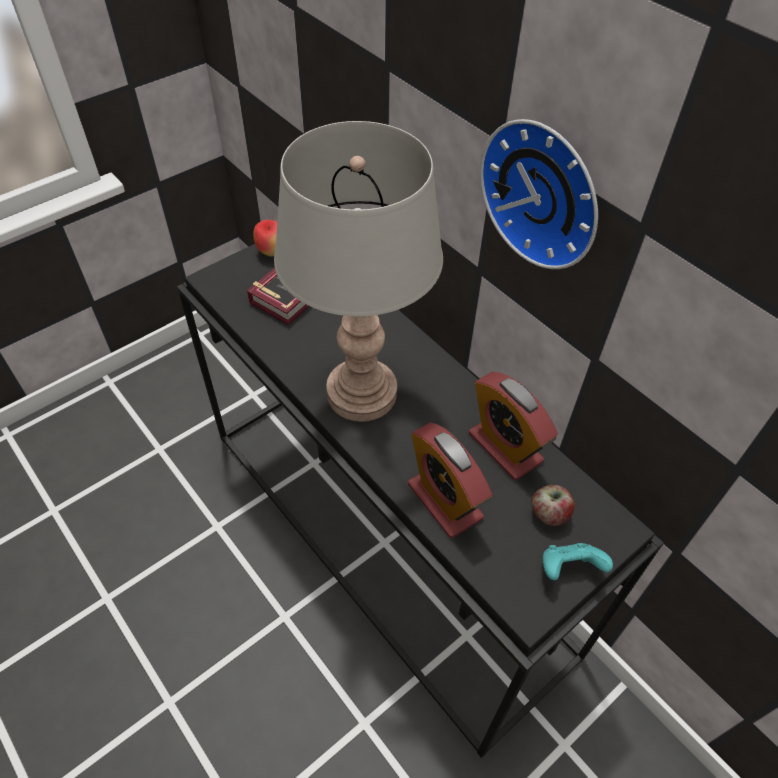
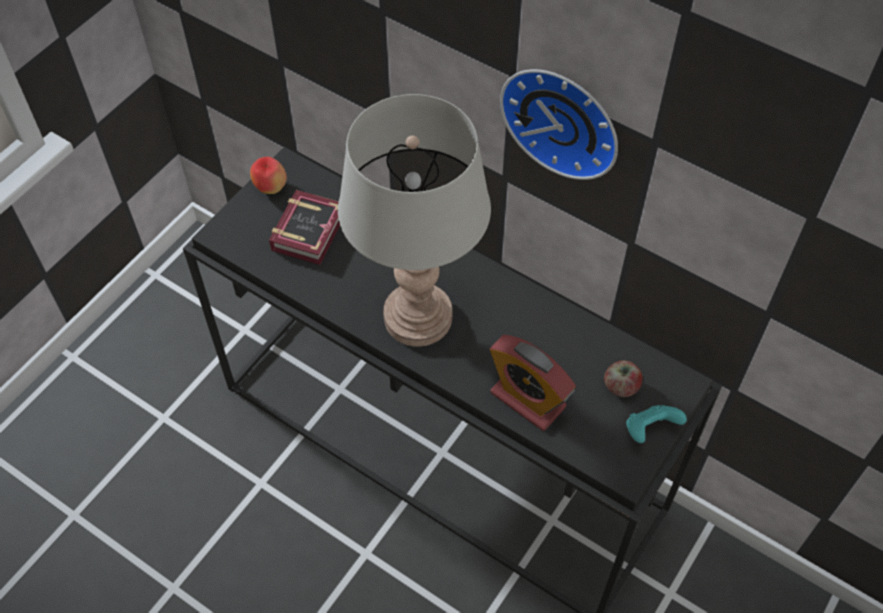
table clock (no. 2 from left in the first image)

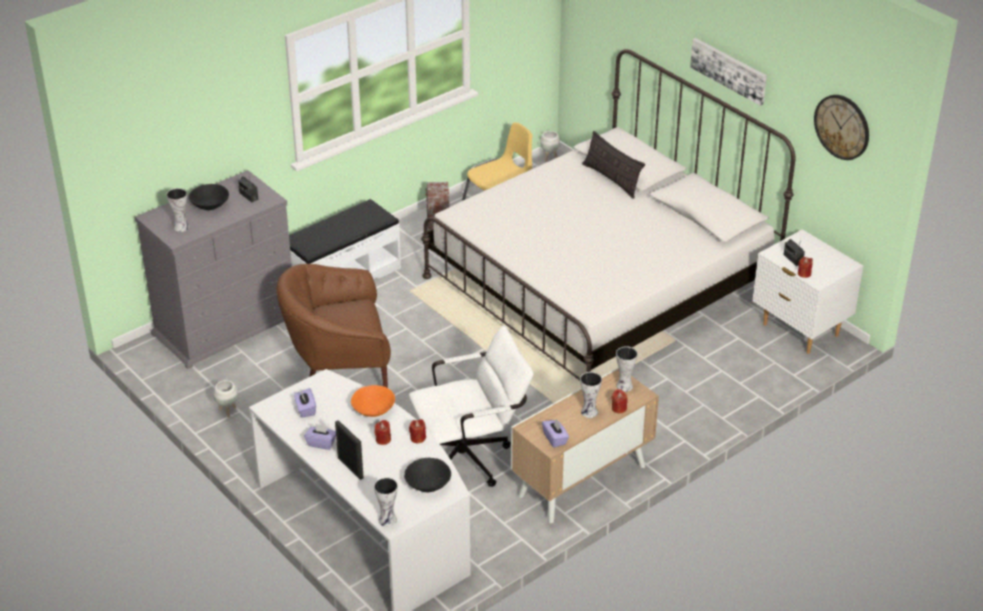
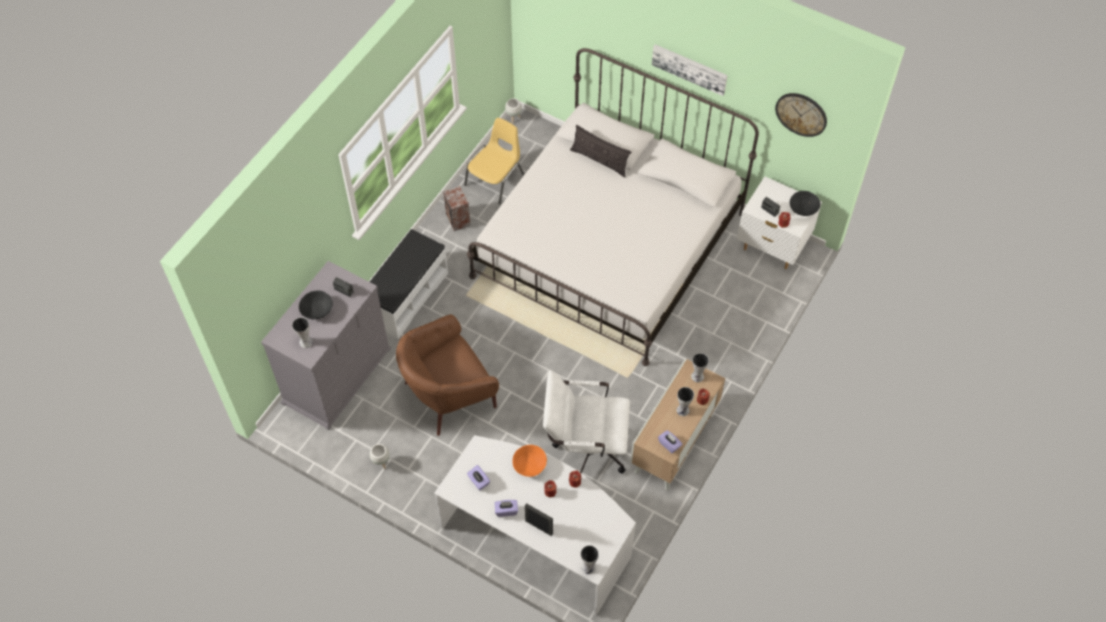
whitish desk chair; black serving bowl (no. 2 from left)

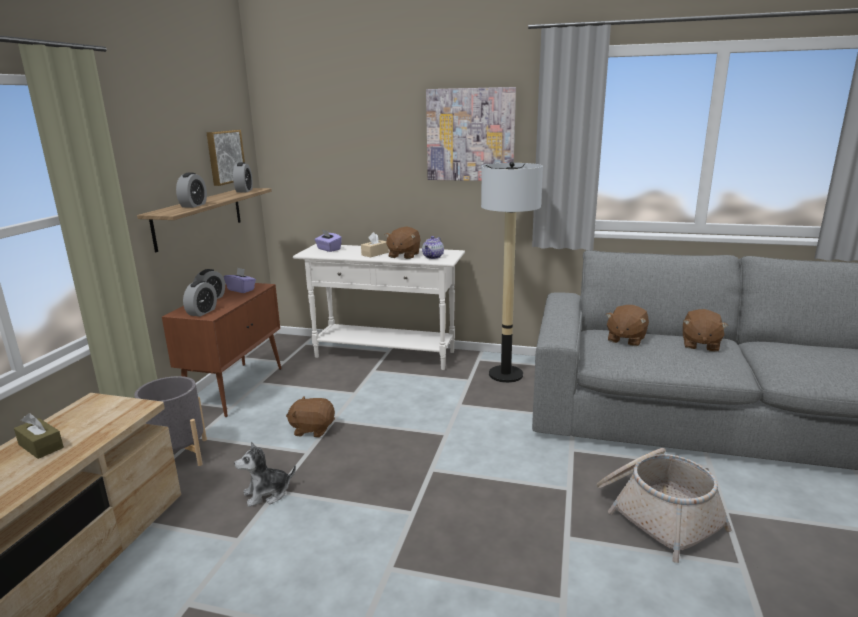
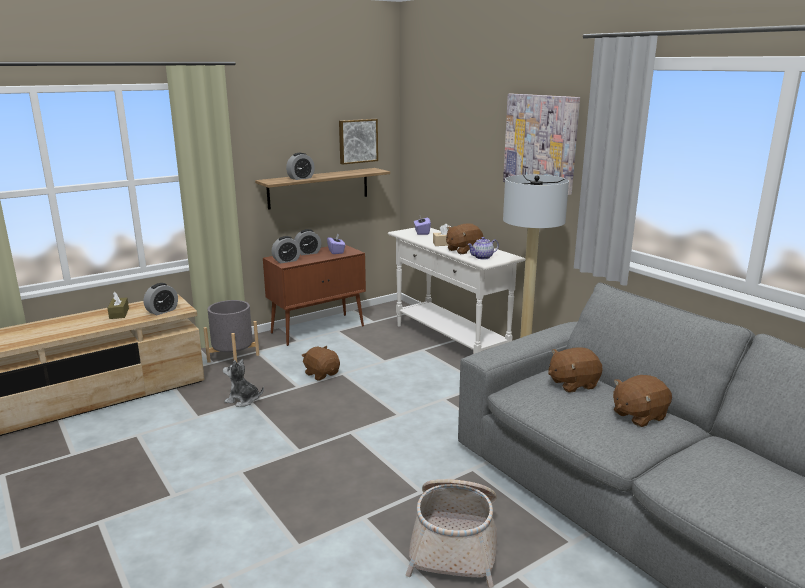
table clock (no. 1 from left)

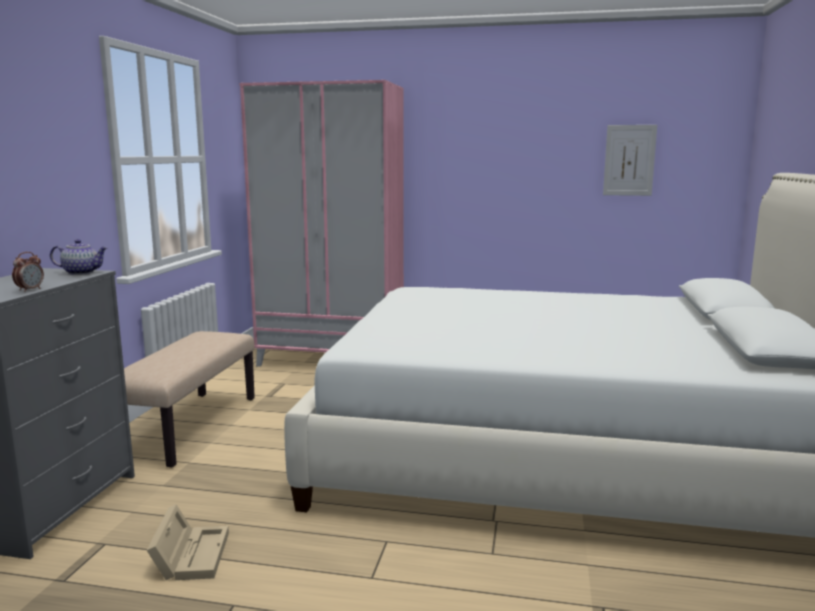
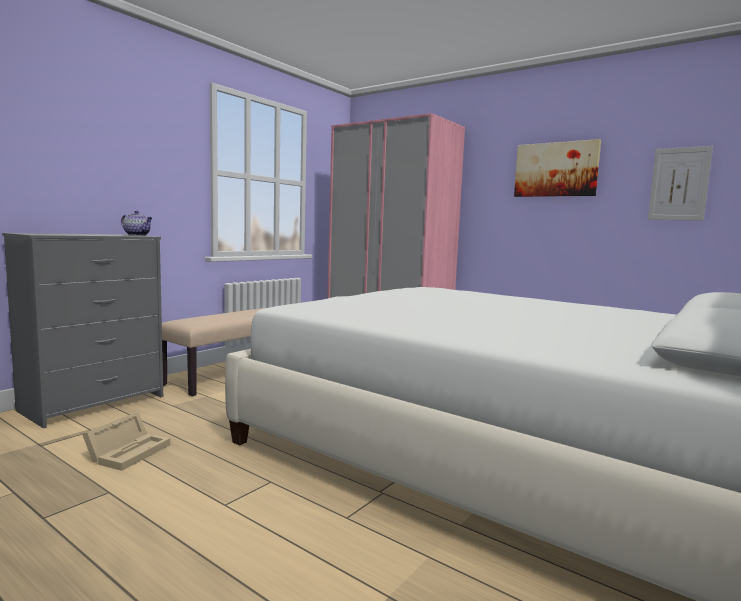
table clock; picture (no. 1 from left)

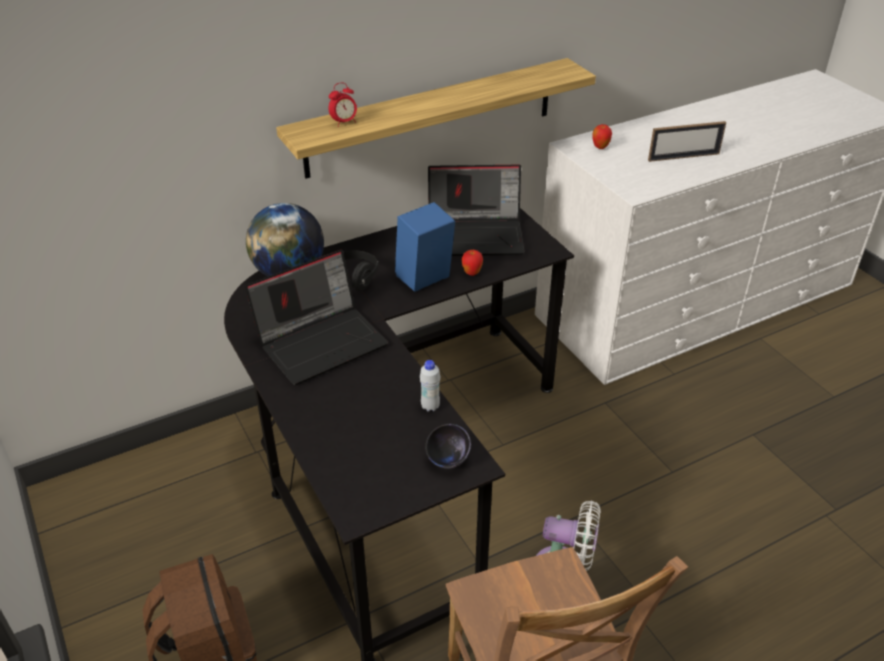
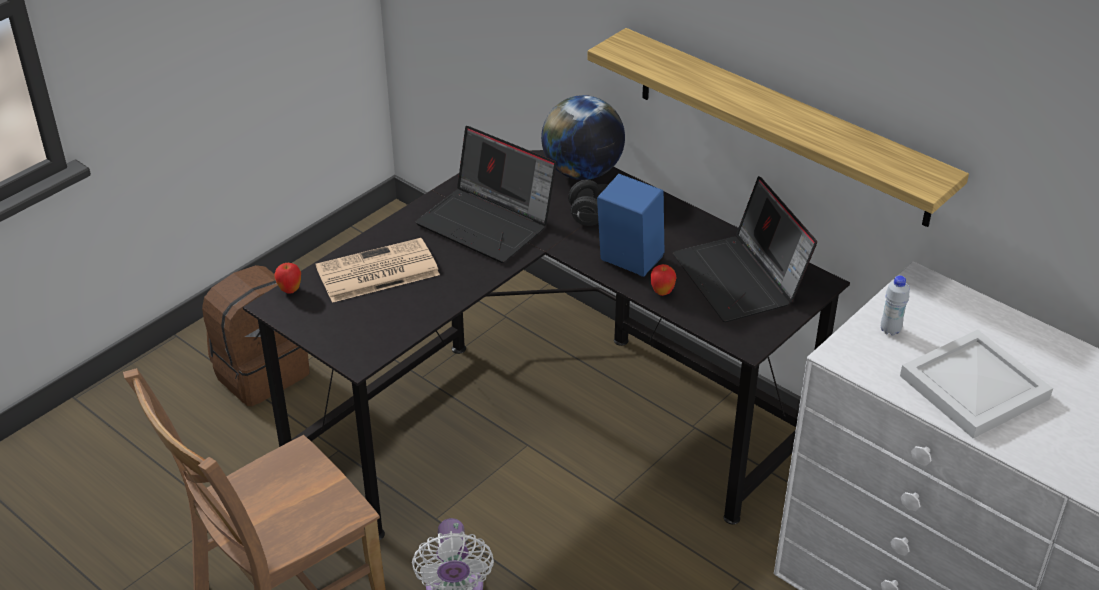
table clock; whitish serving tray; apple (no. 1 from left); whitish beverage bottle; black serving bowl; printed paper

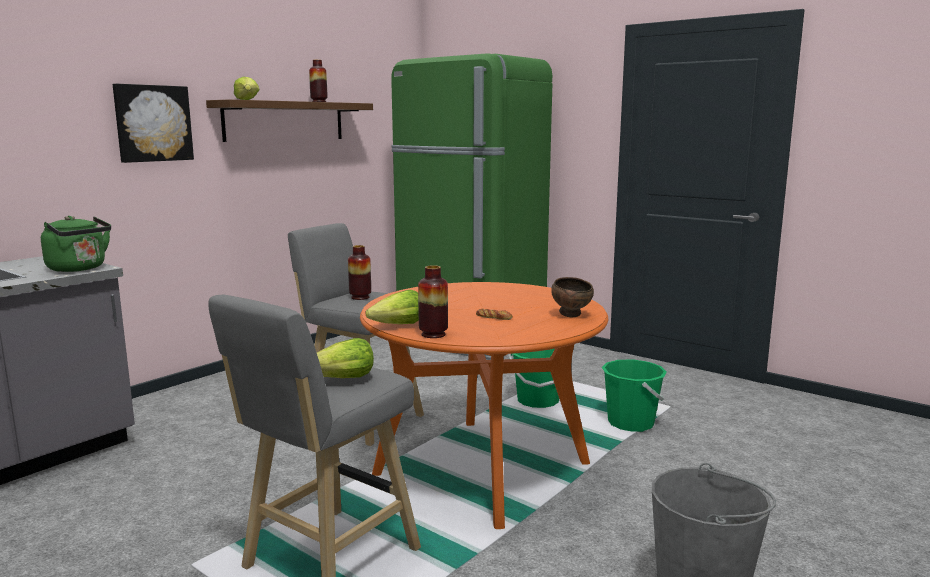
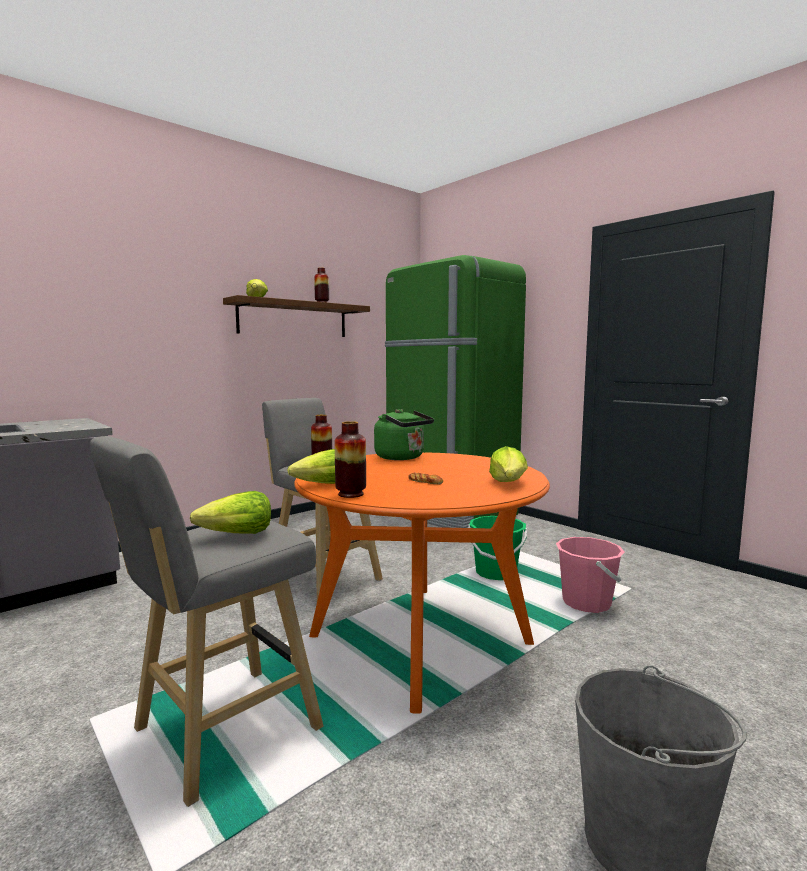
picture; green-coloured water kettle; lettuce head (no. 4 from left); pink-coloured bucket

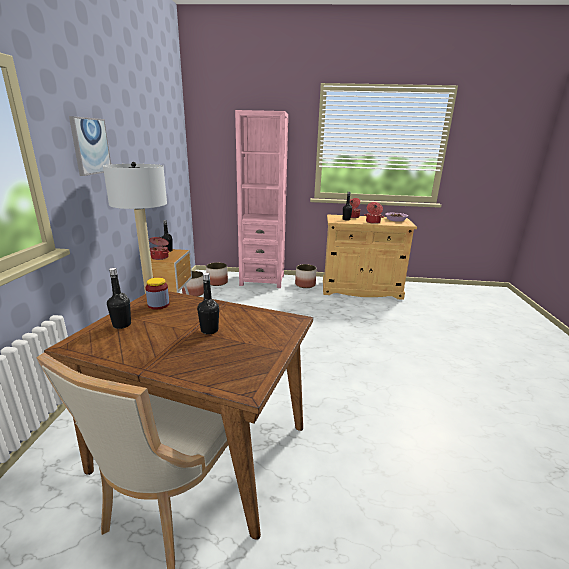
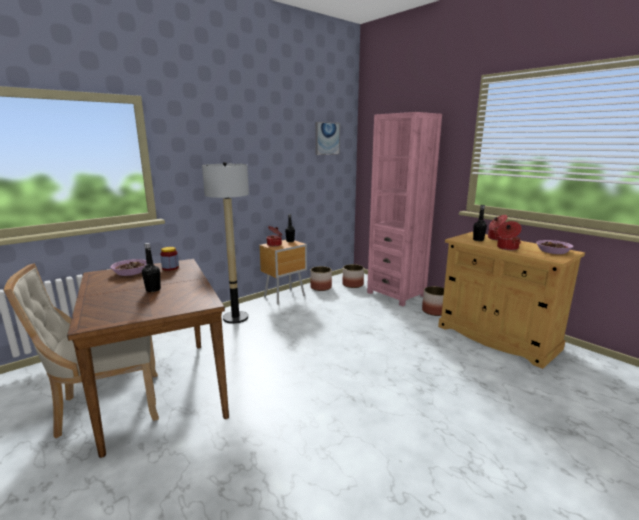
picture; serving bowl (no. 1 from left)

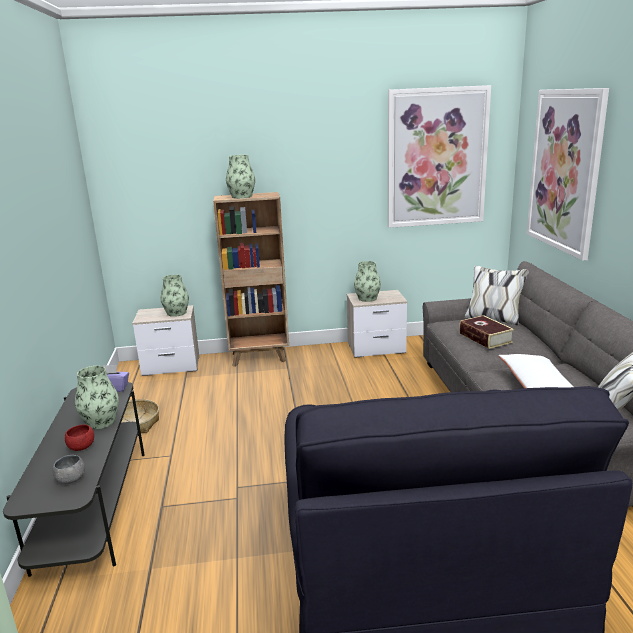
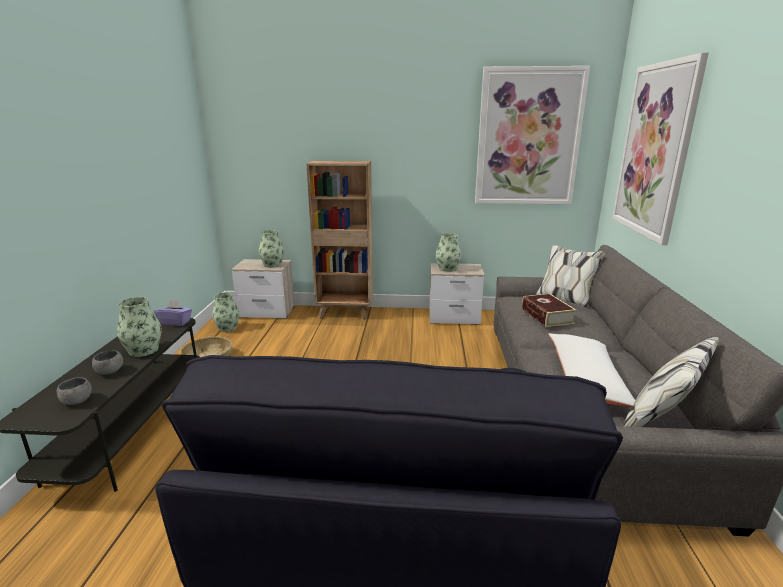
vase (no. 2 from left); greyish serving bowl (no. 2 from left)

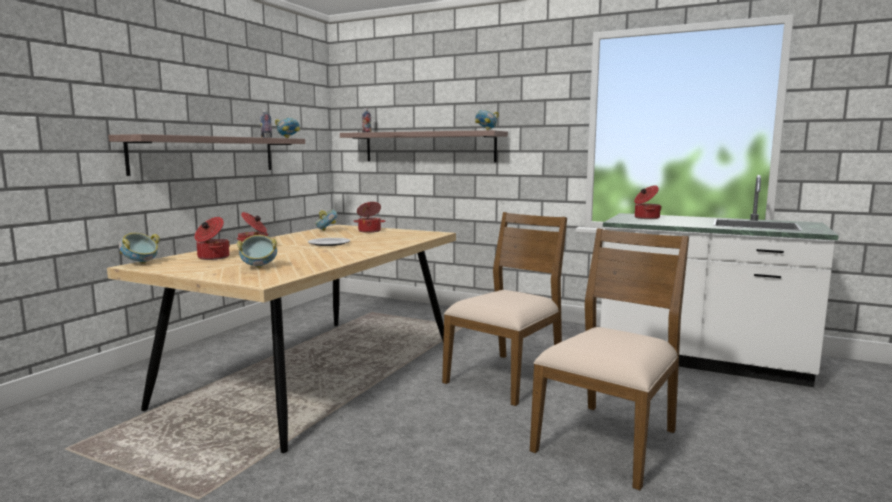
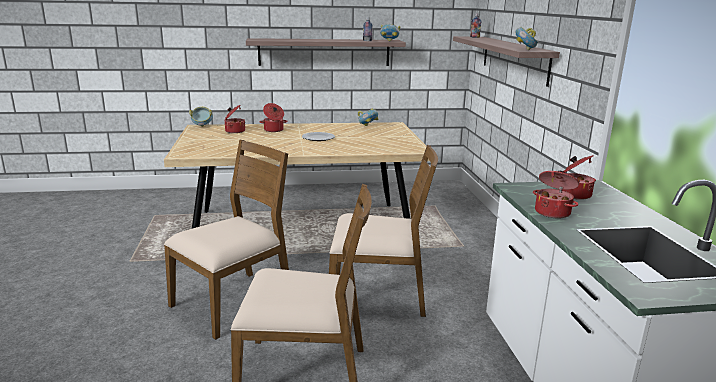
saucepot (no. 3 from left); serving bowl (no. 2 from left in the first image); brown-coloured chair (no. 1 from left)

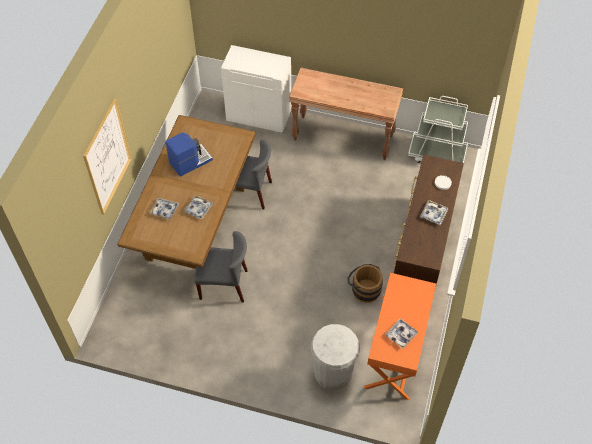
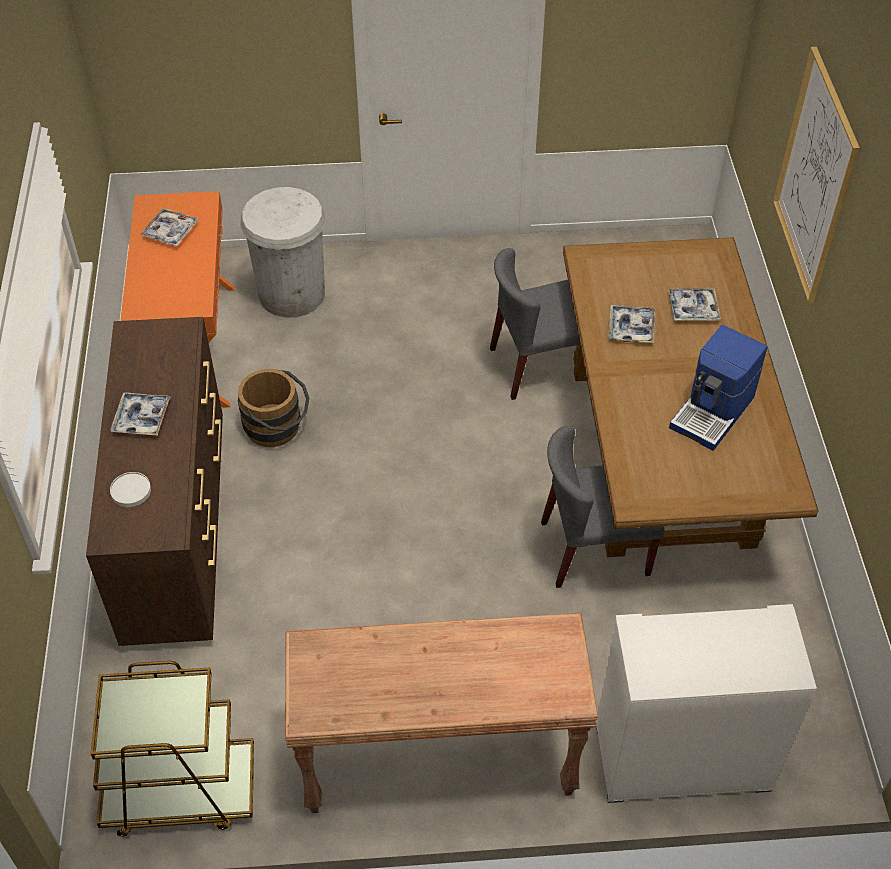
brown-coloured cart

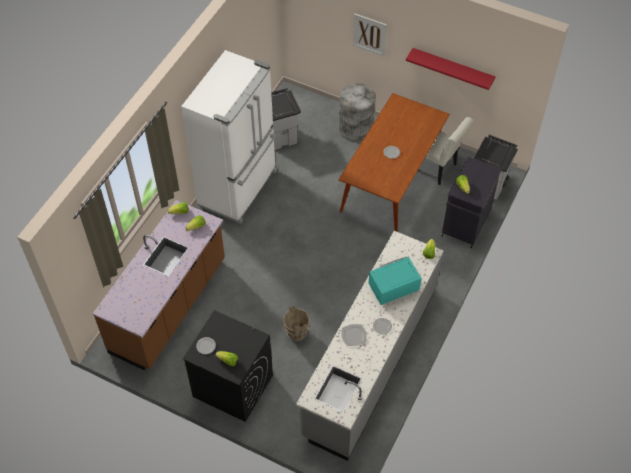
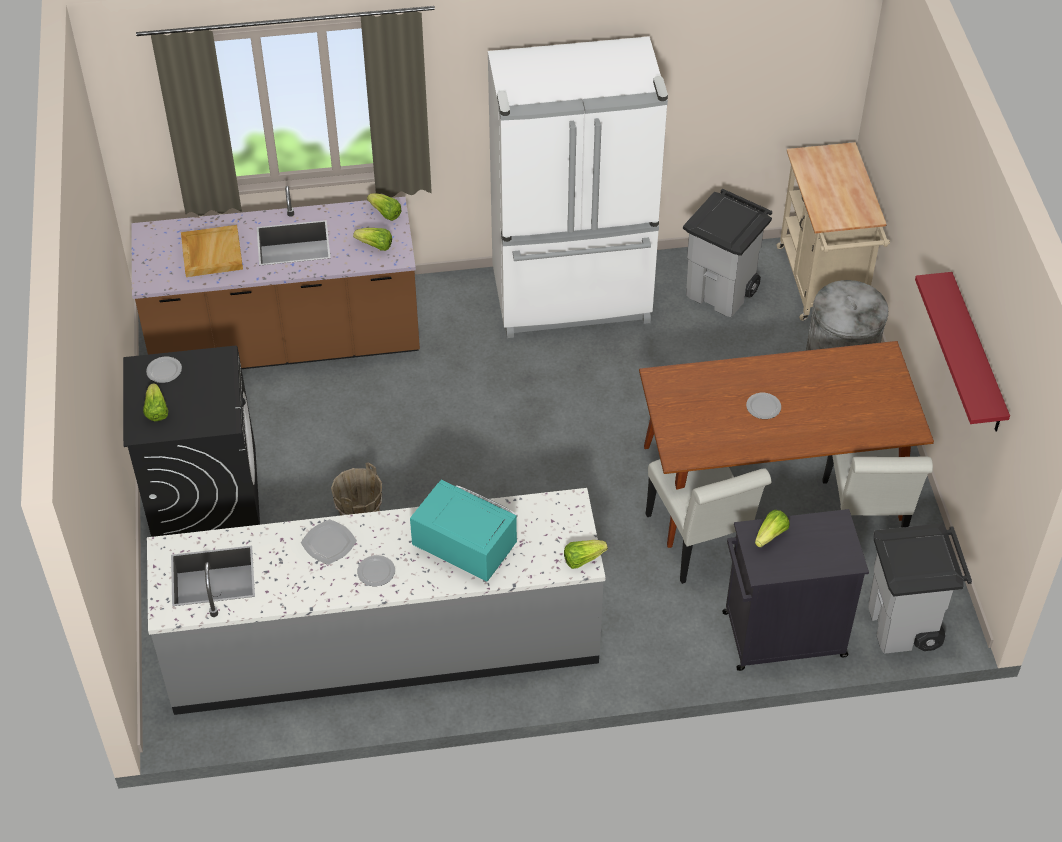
picture; sand-coloured cart; sand-coloured serving tray; whitish chair (no. 1 from left)

